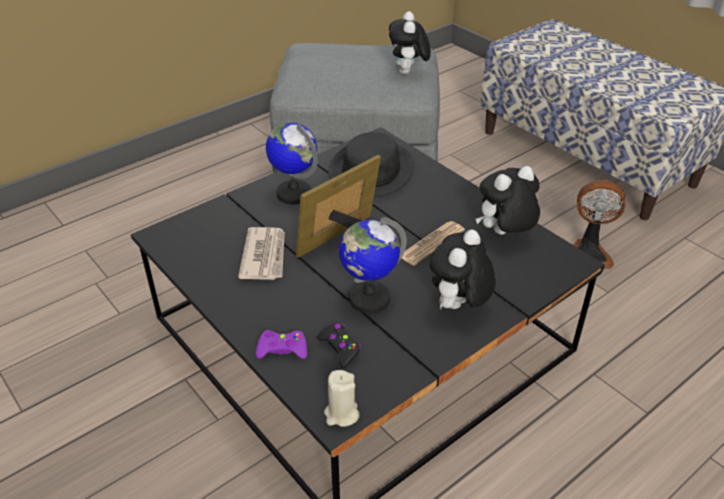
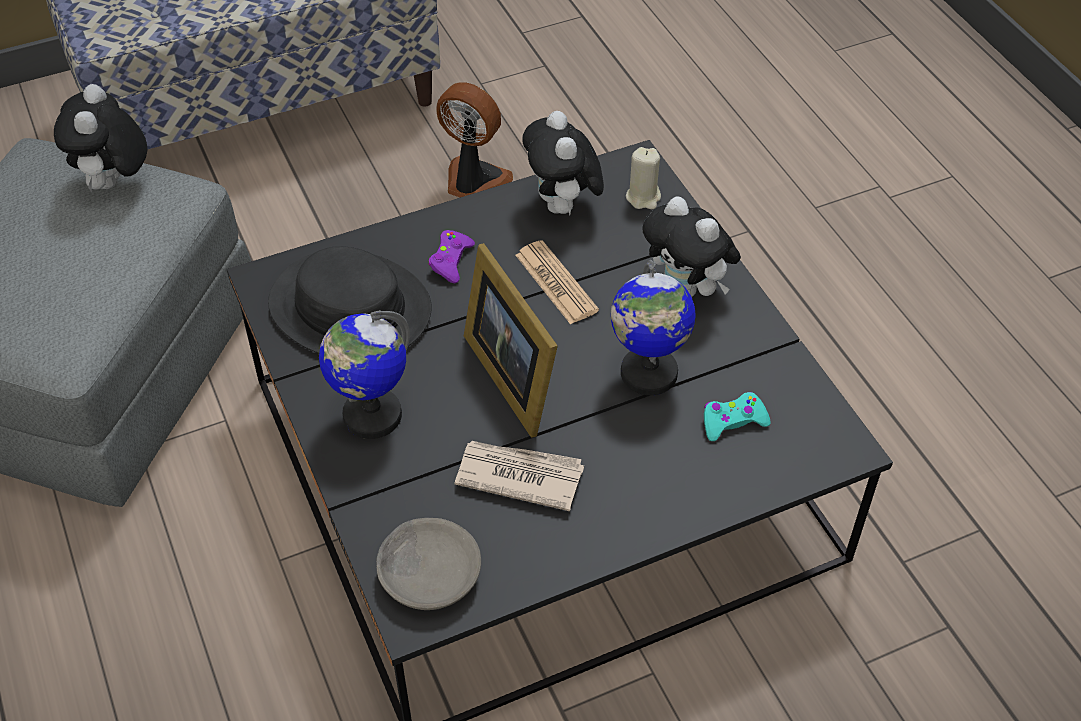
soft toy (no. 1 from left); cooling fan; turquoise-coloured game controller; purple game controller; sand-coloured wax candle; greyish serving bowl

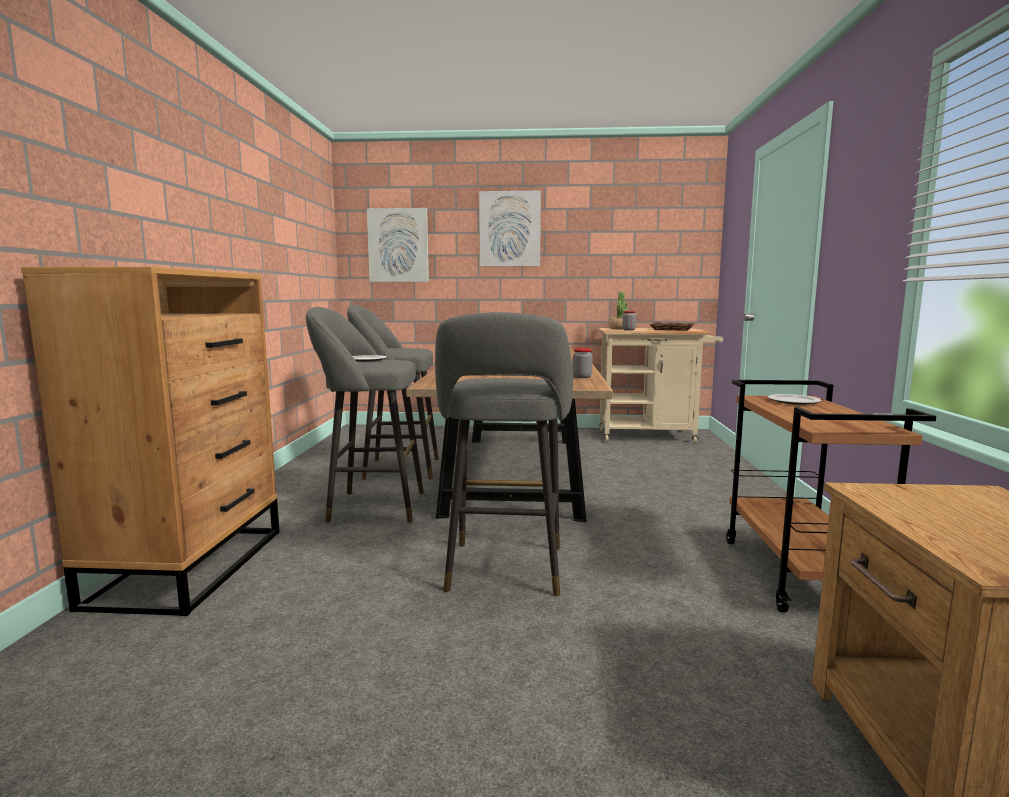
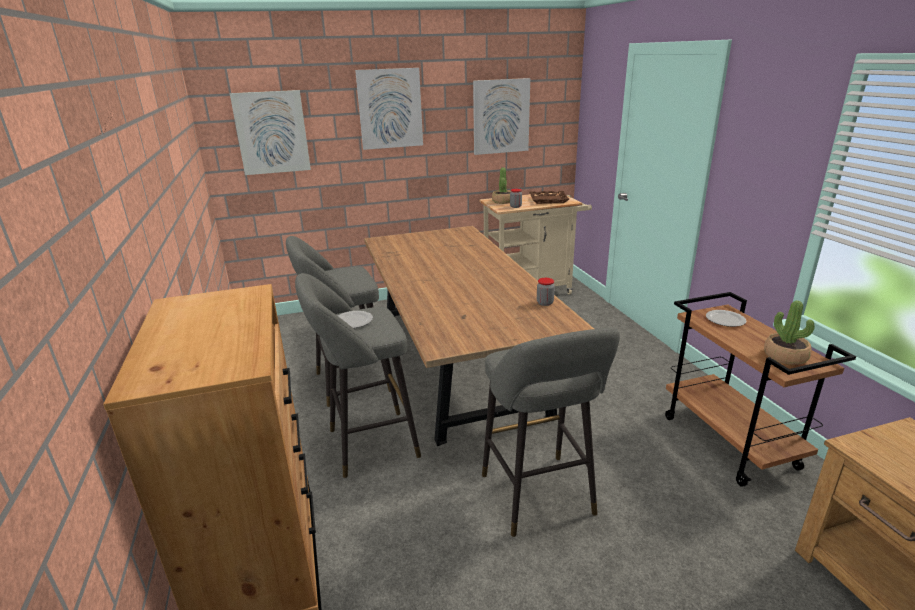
picture (no. 3 from left); plant in a pot (no. 2 from left)

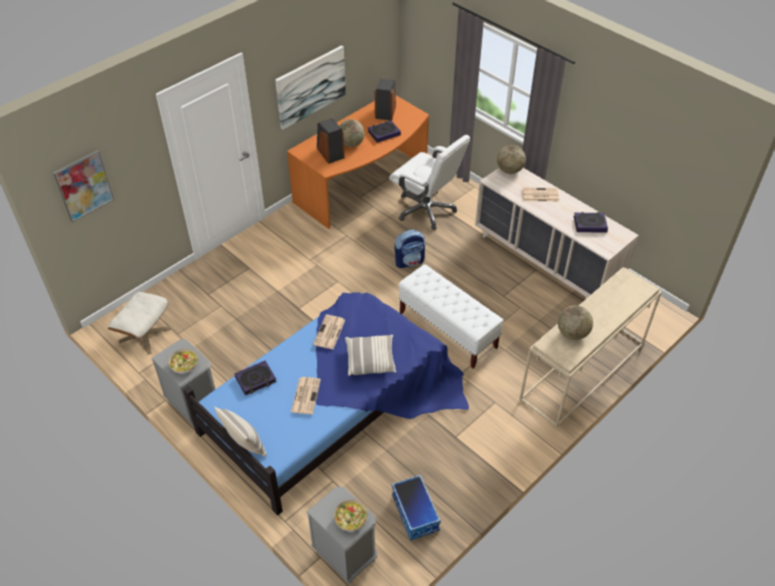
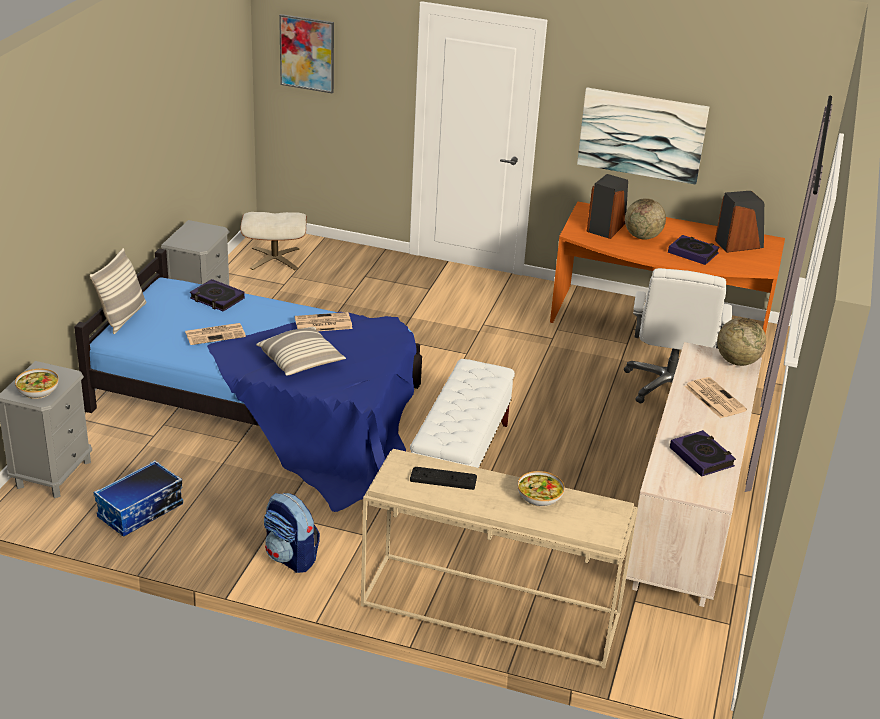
knapsack; computer keyboard; serving bowl (no. 2 from left)

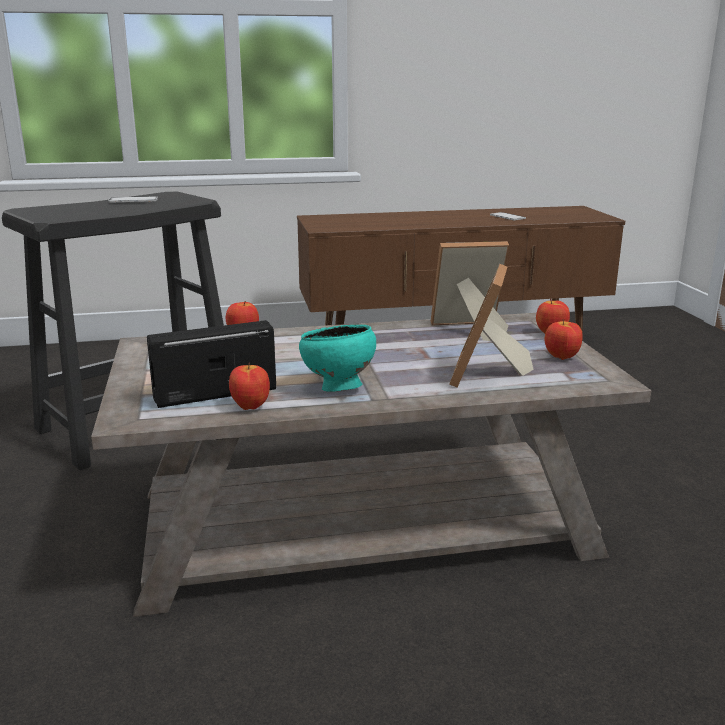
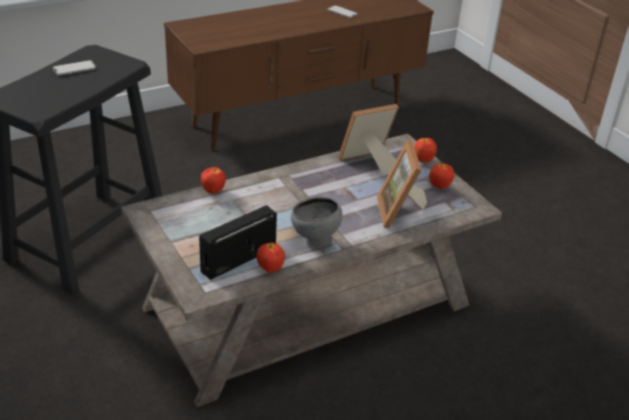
greyish serving bowl

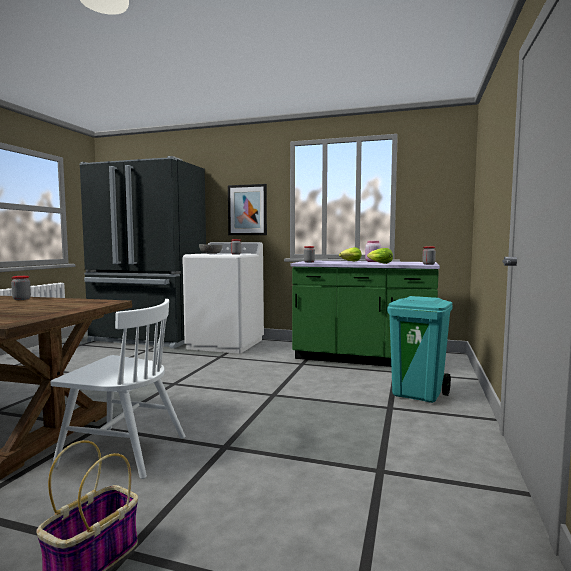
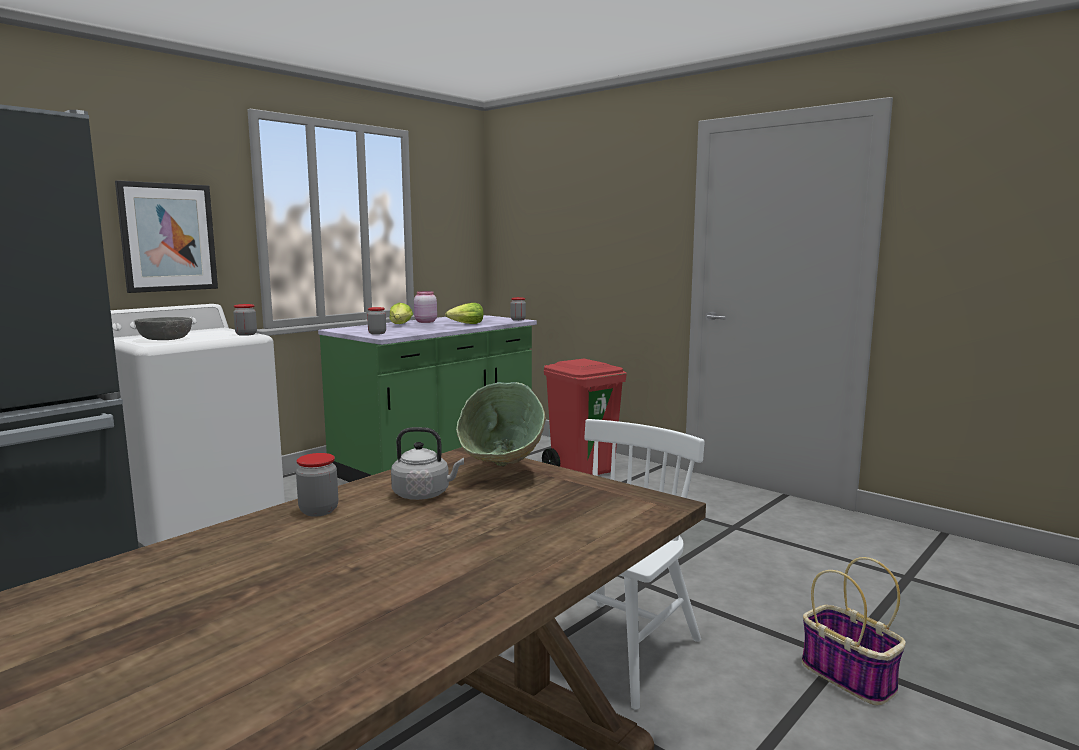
red rubbish bin; green-coloured serving bowl; greyish water kettle

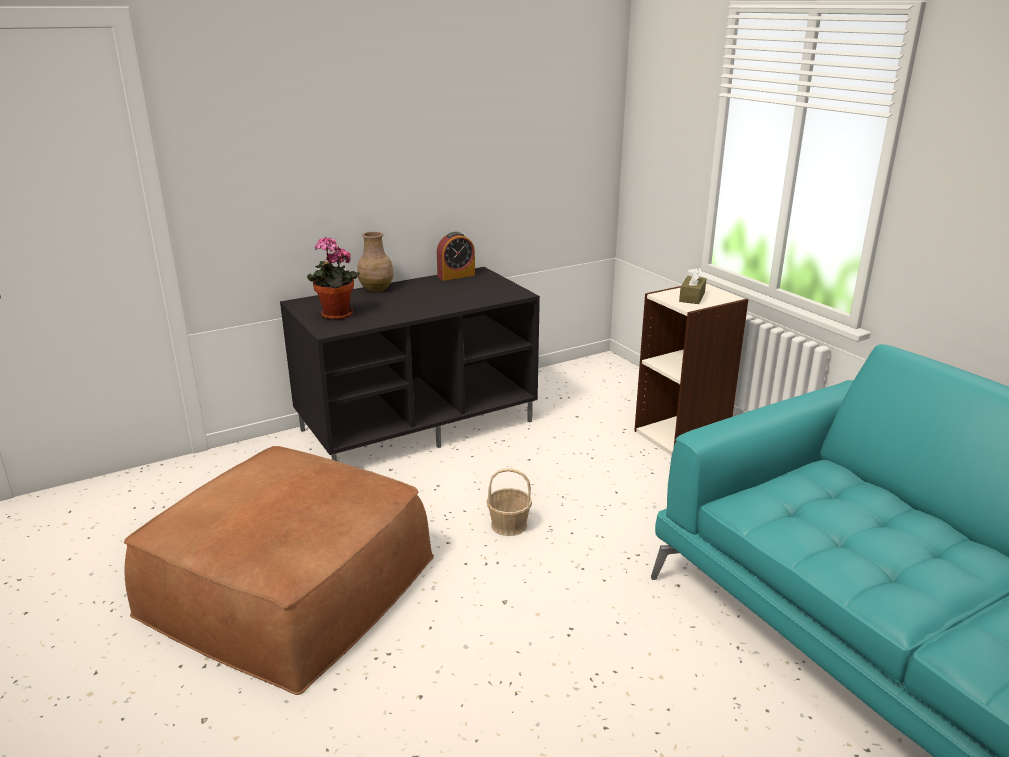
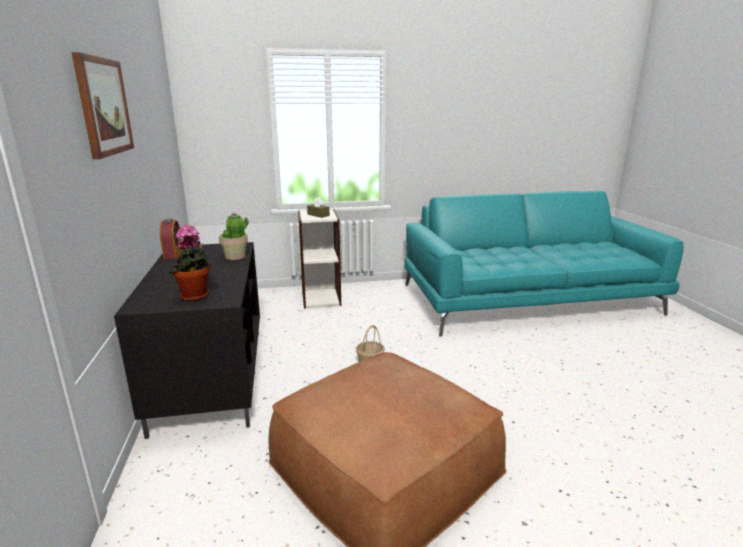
brown-coloured vase; picture; plant in a pot (no. 2 from left)

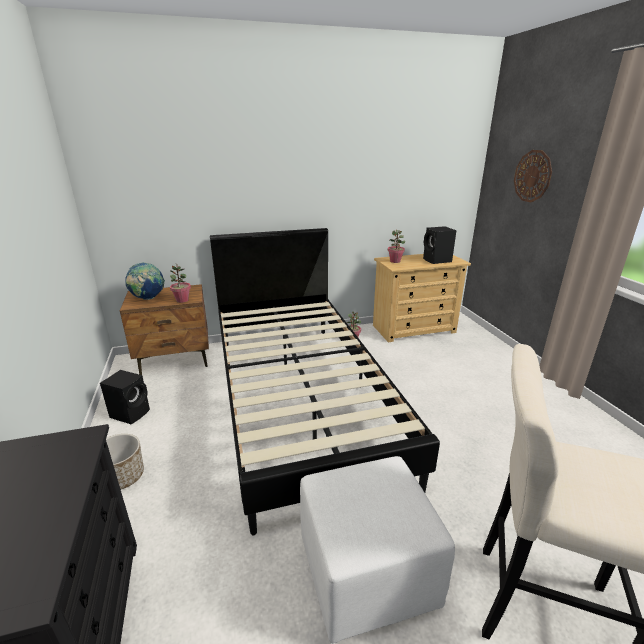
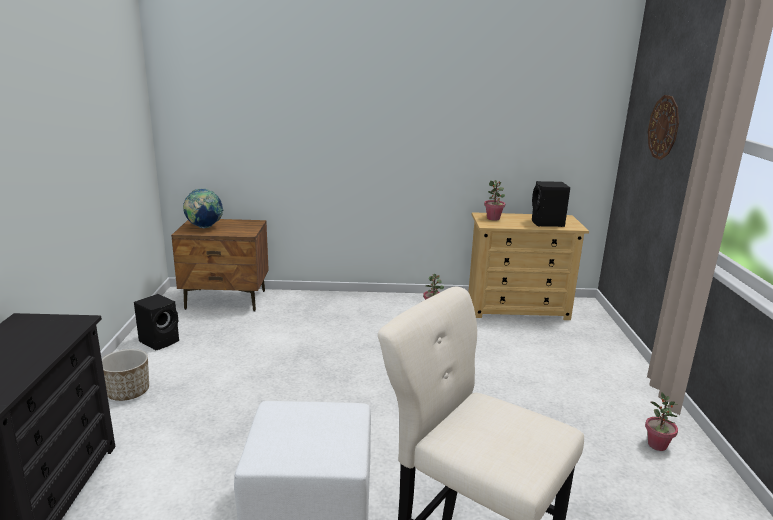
black bedroom bed; plant in a pot (no. 3 from left)

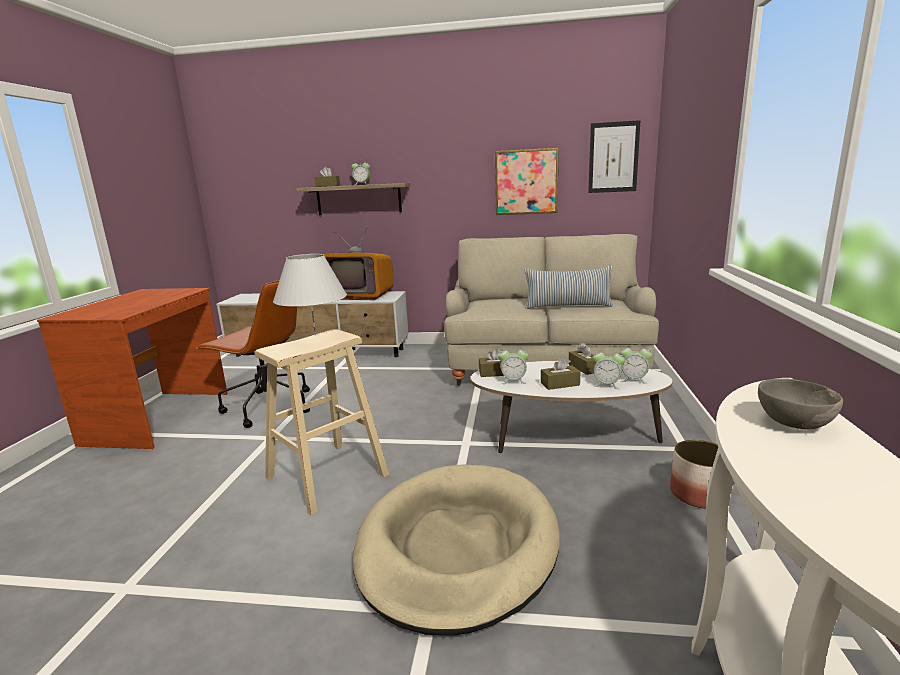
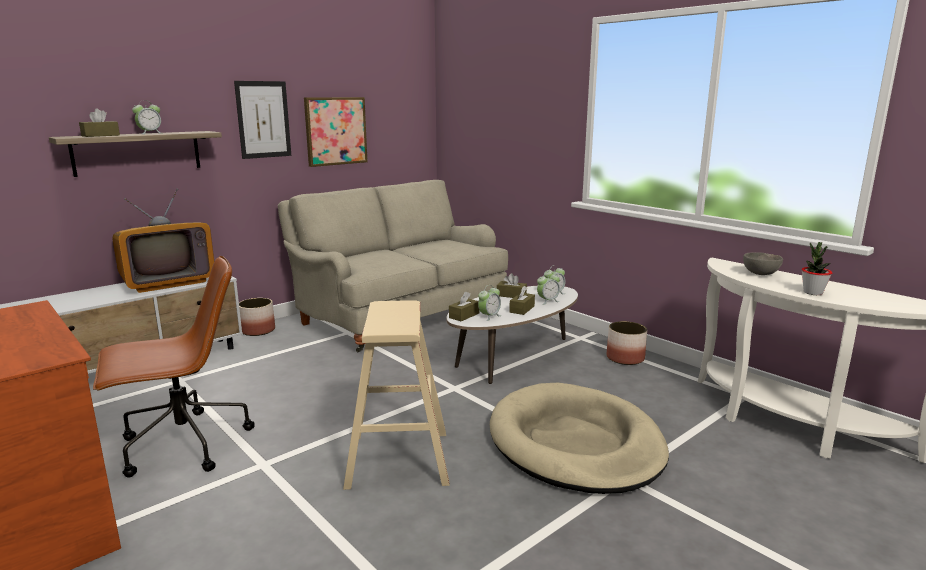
picture (no. 1 from left); whitish lamp for a table; throw pillow; plant in a pot; flower pot (no. 1 from left)

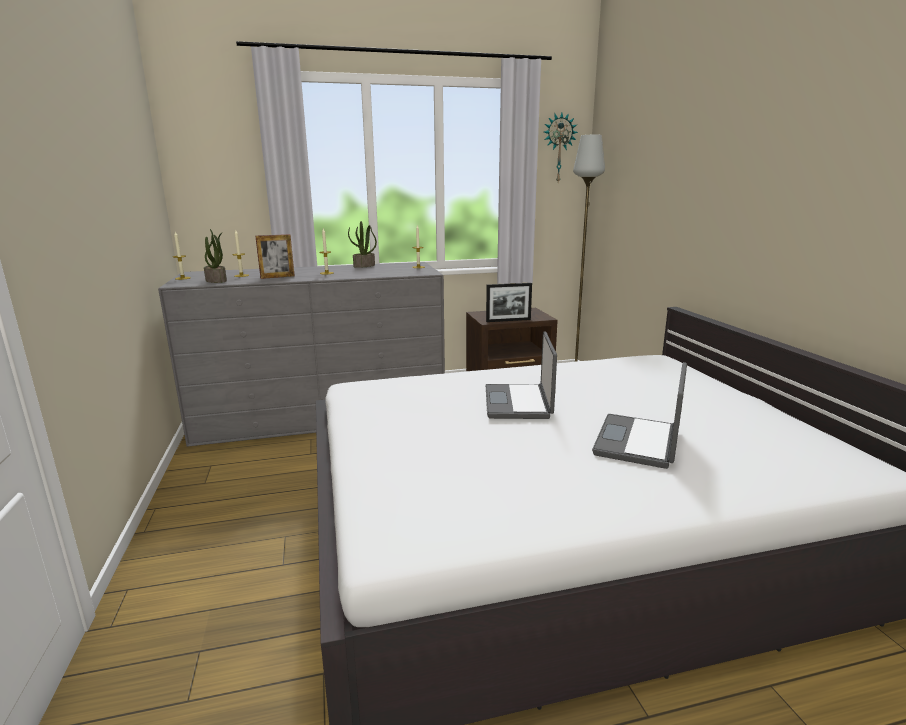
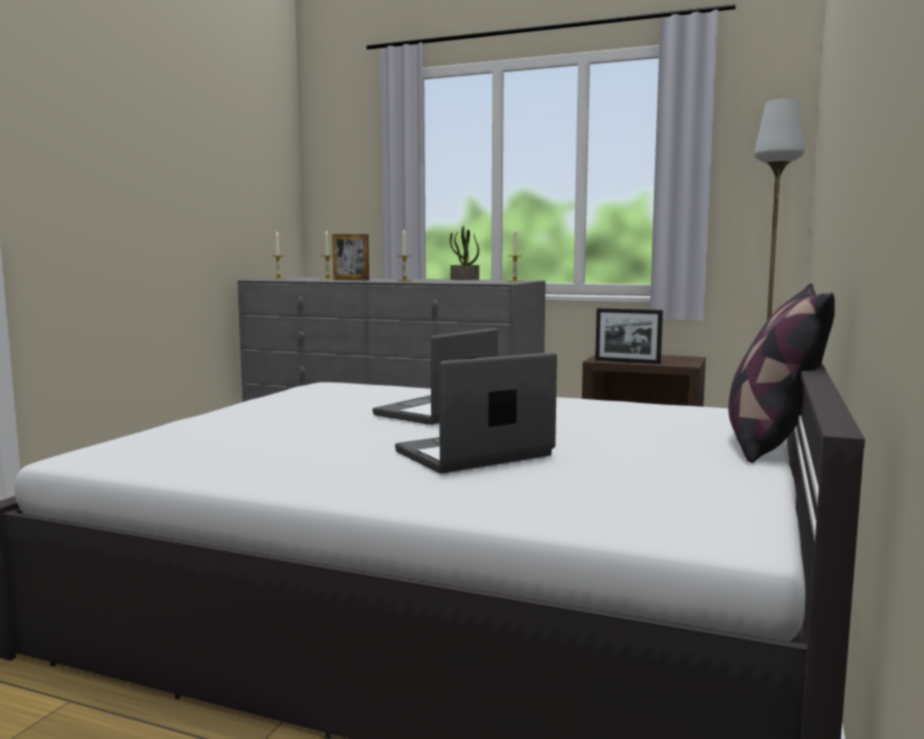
hanging clock; plant in a pot (no. 1 from left in the first image); throw pillow

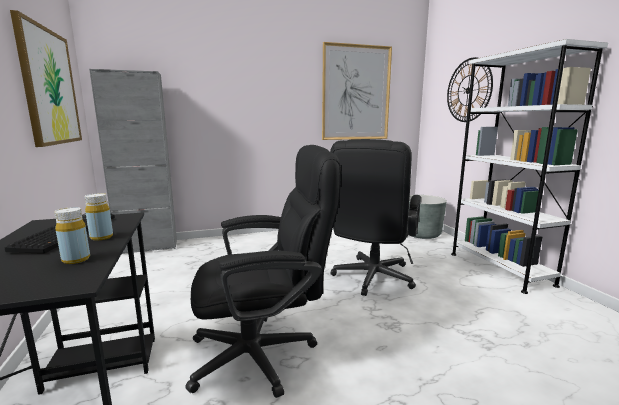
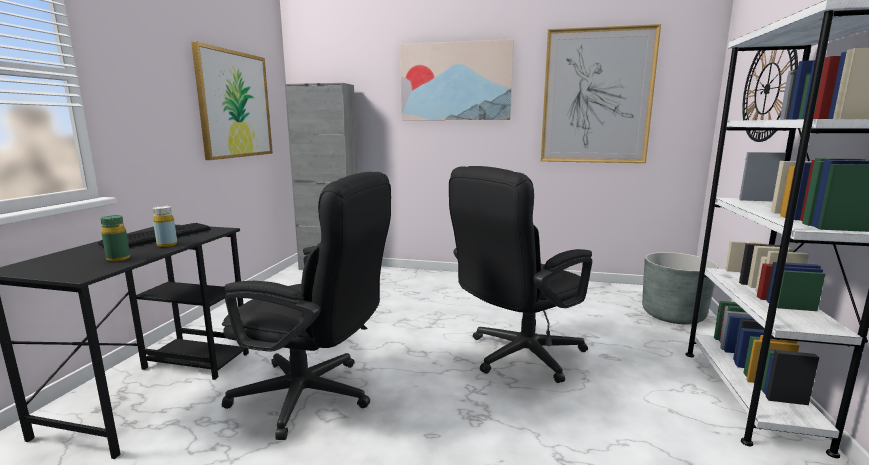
green-coloured beverage bottle; picture (no. 2 from left)

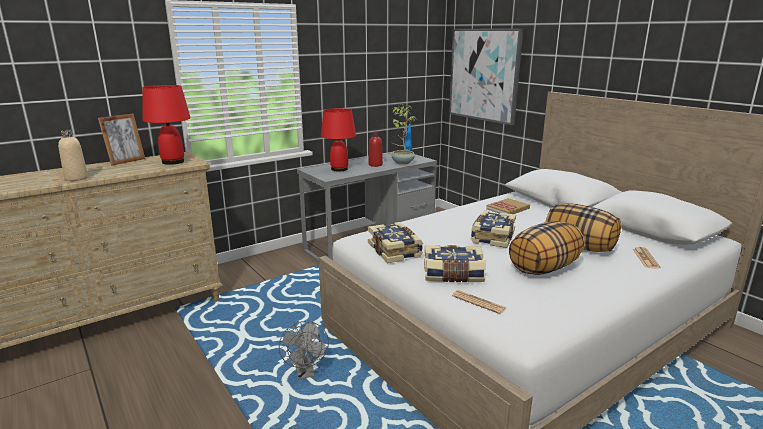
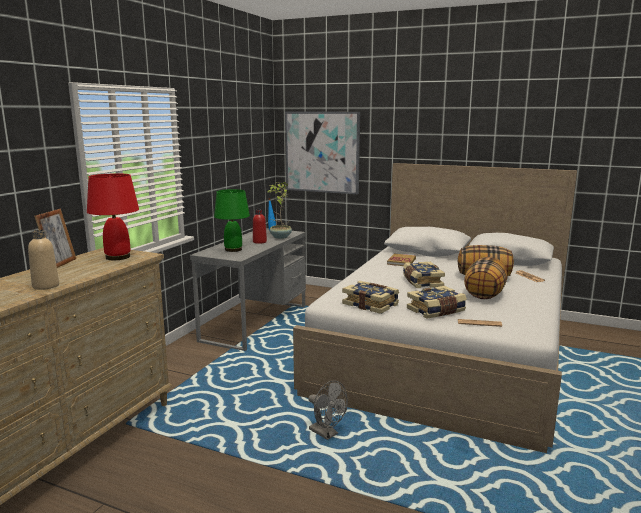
green-coloured lamp for a table

